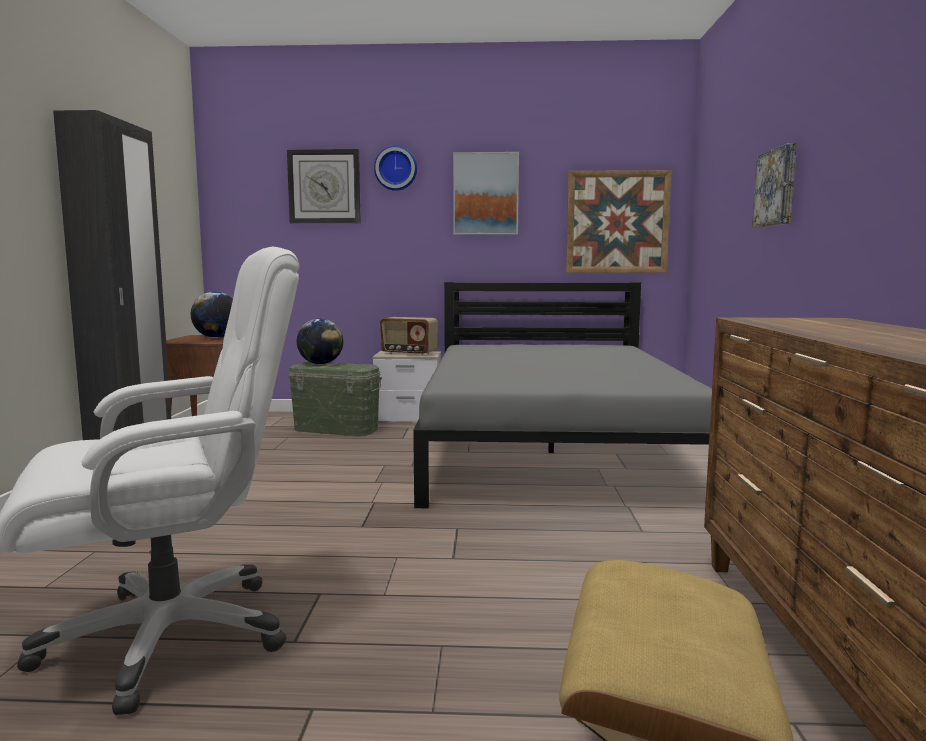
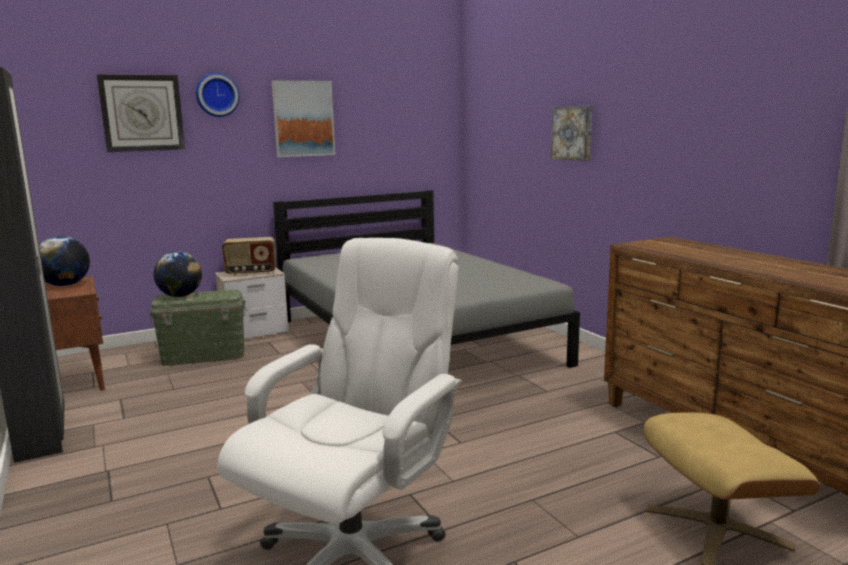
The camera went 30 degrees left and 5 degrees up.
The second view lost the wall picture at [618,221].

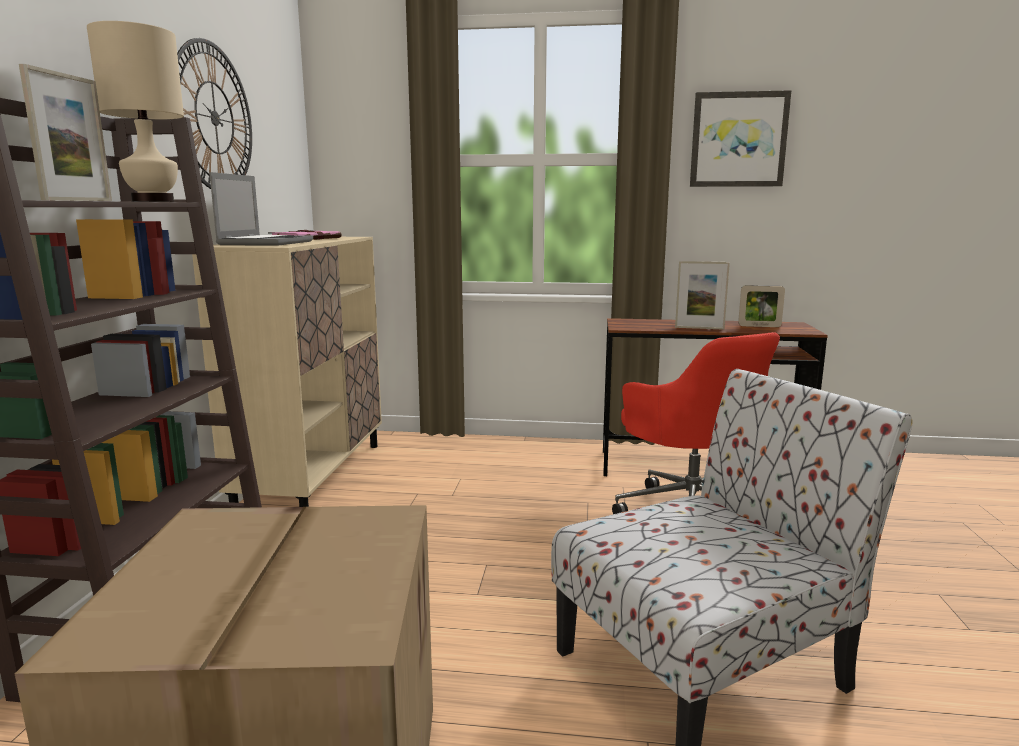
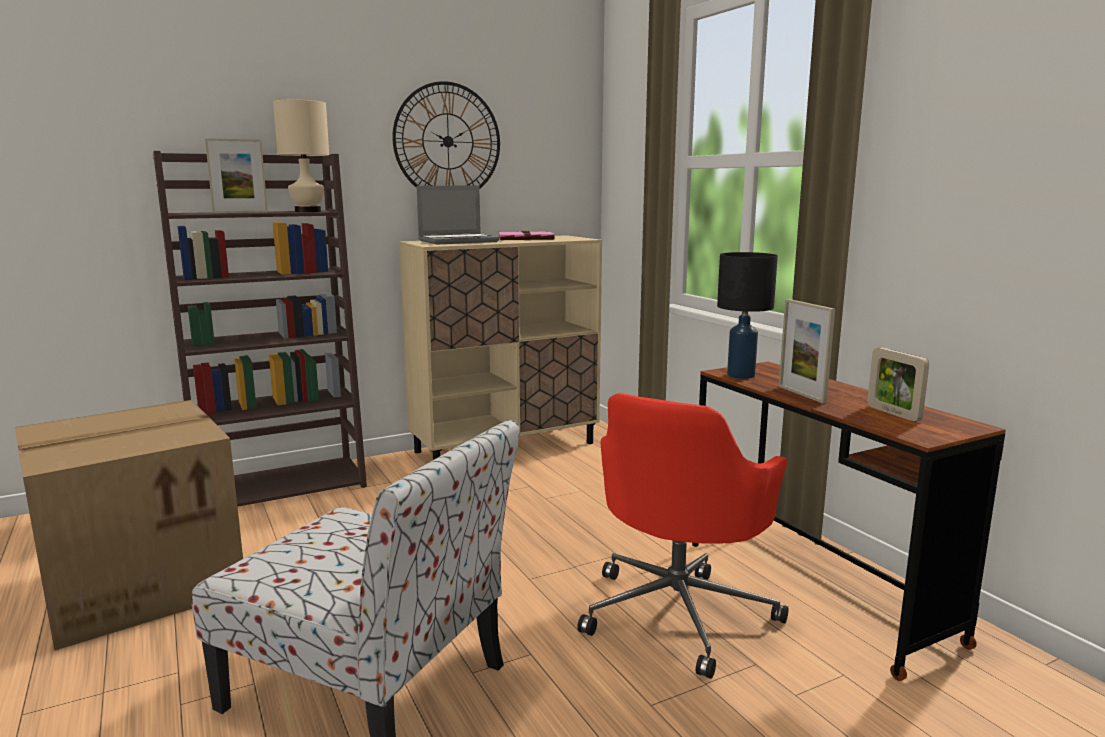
The camera went 55 degrees right and 0 degrees up.
The second view lost the wall picture at [740,138].
The second view gained the blackish table lamp at [747,315].

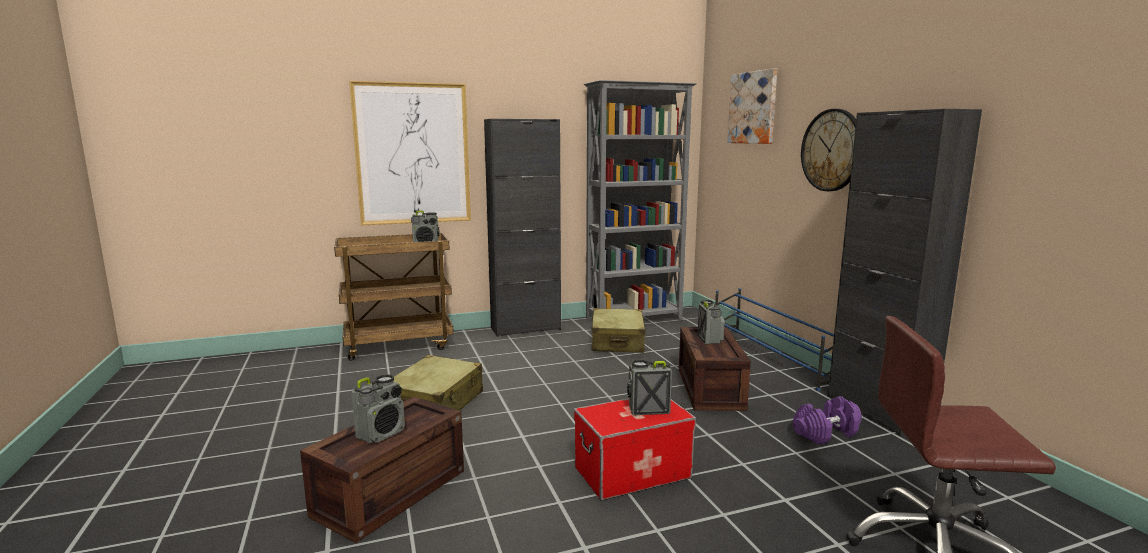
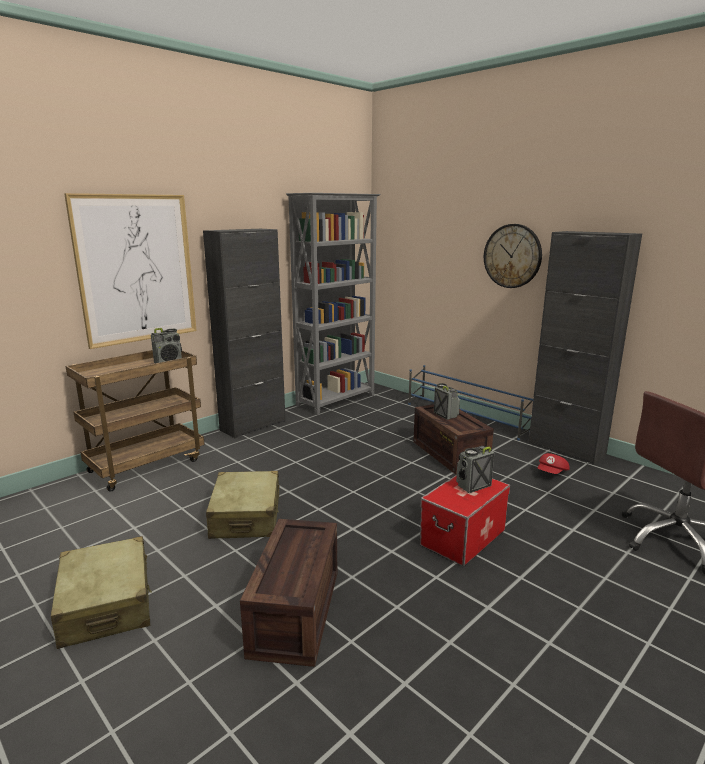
The camera went 25 degrees left and 5 degrees up.
The second view lost the radio at [378,408].
The beige-coloured piece of luggage ended up elsewhere, having gone from [619,330] to [101,592].
The second view lost the wall picture at [752,106].
Where the purplish dumbbell stood at [827,420], the red baseball cap came to stand at [553,463].

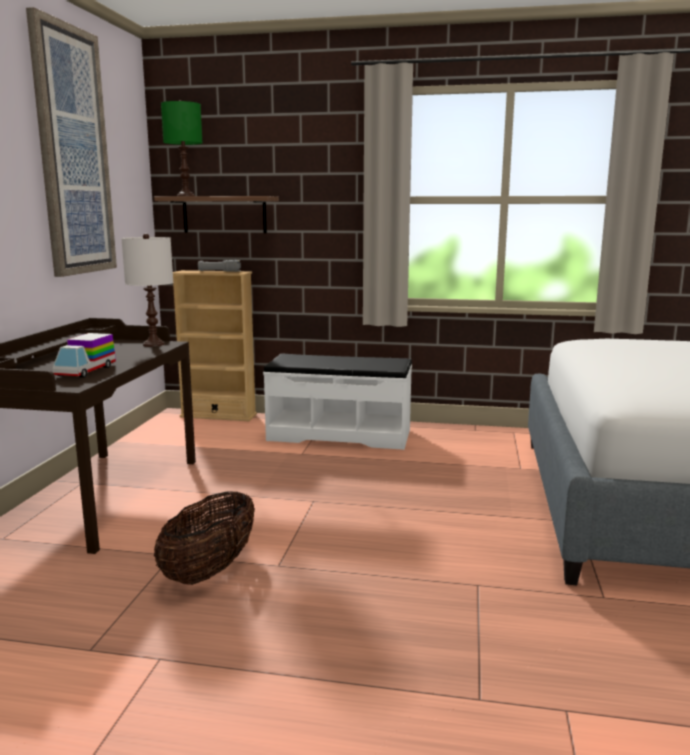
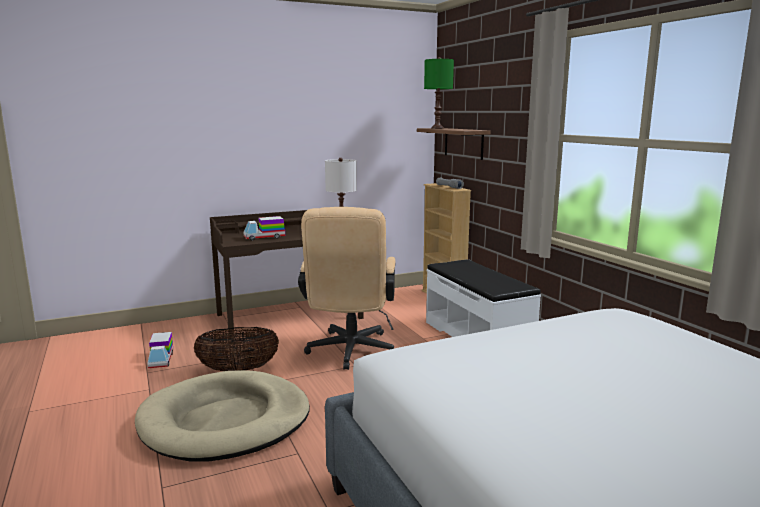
The camera went 55 degrees right and 0 degrees up.
The second view lost the wall picture at [71,142].
The second view gained the beige-coloured dog bed at [222,416].
The second view gained the toy truck at [160,350].
The second view gained the beige-coloured desk chair at [347,288].

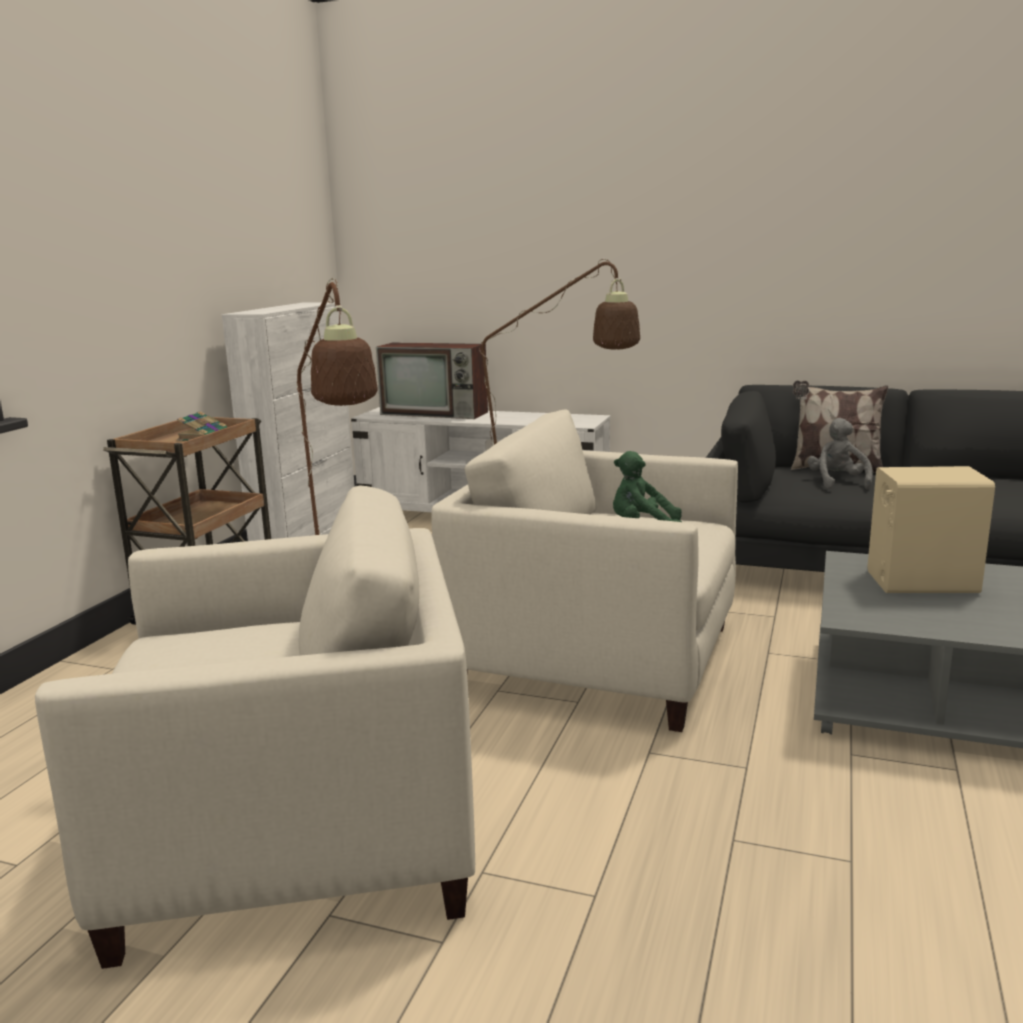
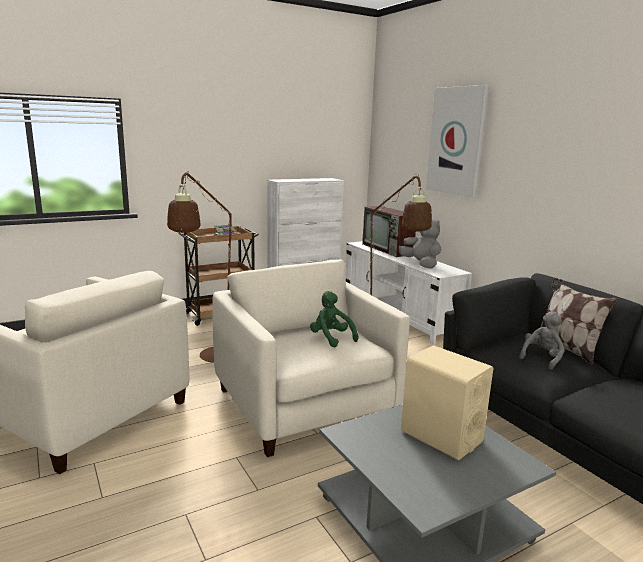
The camera went 40 degrees right and 0 degrees up.
The second view gained the grey soft toy at [420,243].
The second view gained the wall picture at [457,141].

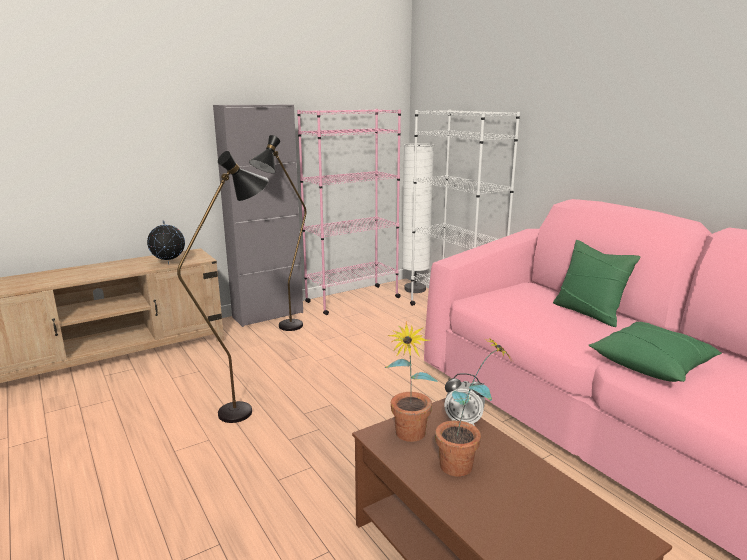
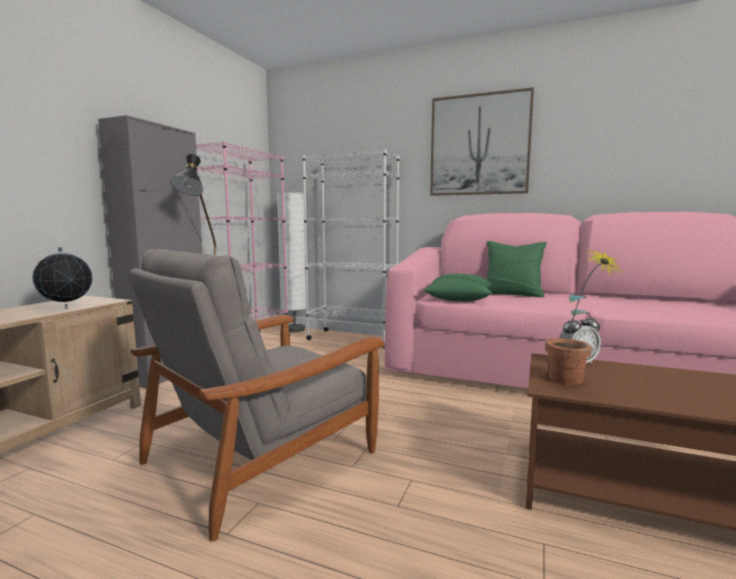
The camera went 35 degrees left and 10 degrees down.
Where the blackish standard lamp stood at [222,287], the grey easy chair came to stand at [257,395].
The second view lost the potted plant at [473,407].
The green-coloured pillow ended up elsewhere, having gone from [655,352] to [458,287].
The second view gained the wall picture at [482,141].

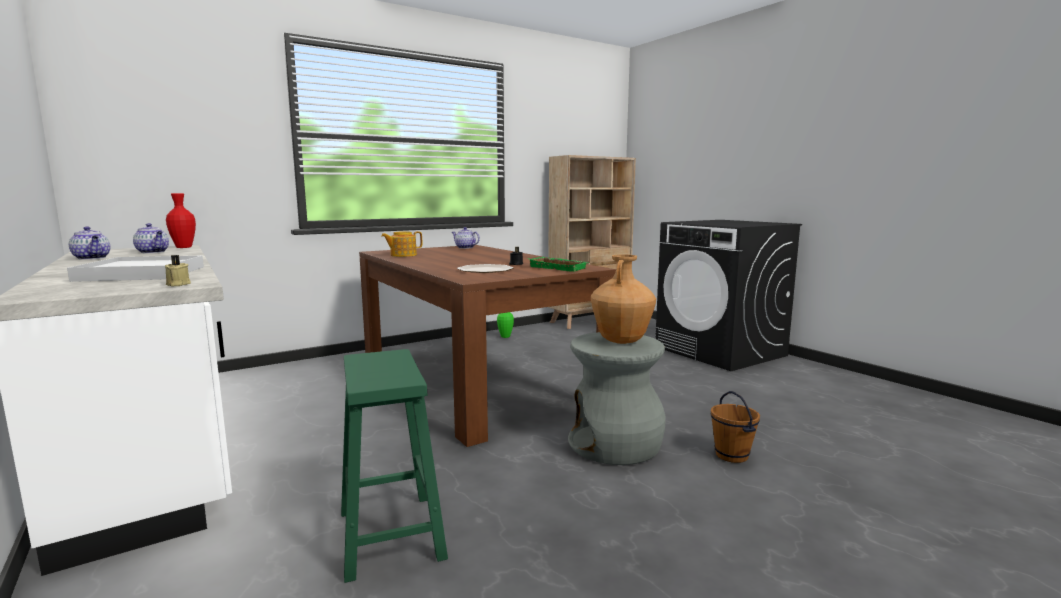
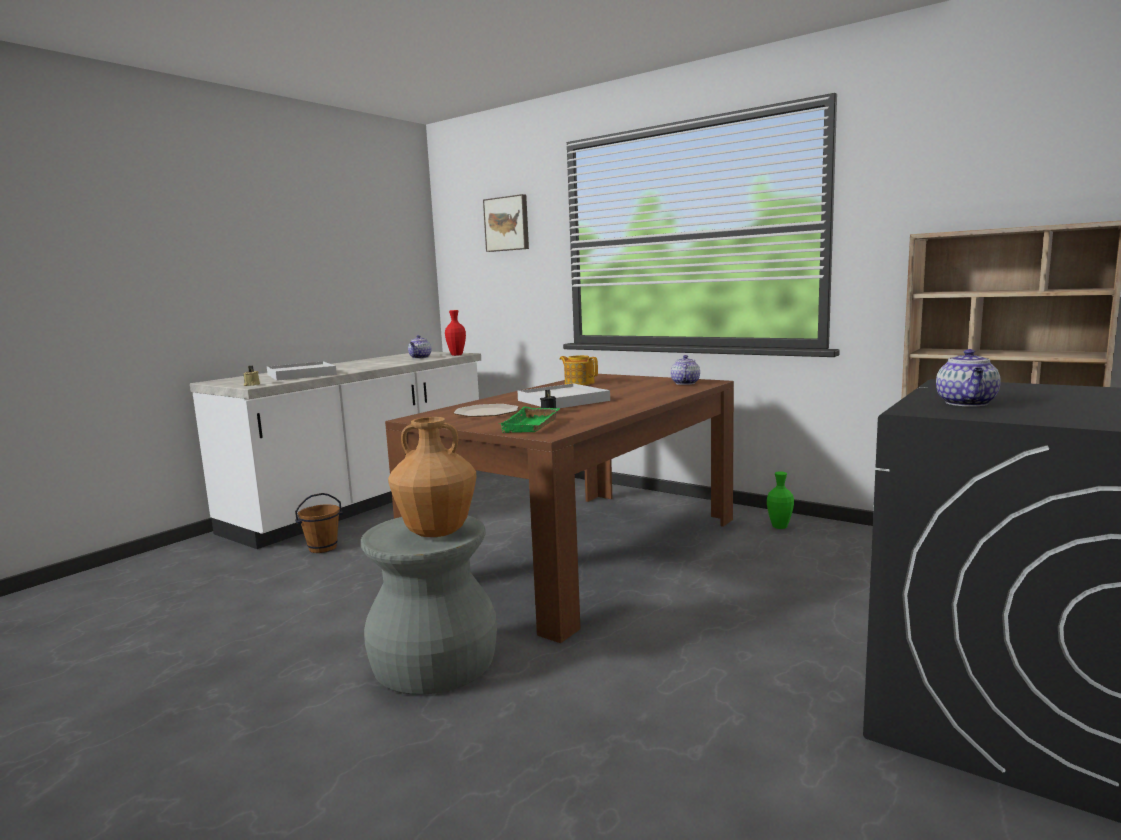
The camera went 70 degrees right and 0 degrees up.
The teapot ended up elsewhere, having gone from [89,243] to [968,378].
The second view lost the green-coloured stool seat at [394,466].
The brown water bucket ended up elsewhere, having gone from [735,427] to [319,523].
The second view gained the wall picture at [506,223].
The second view gained the white-coloured tray at [564,395].

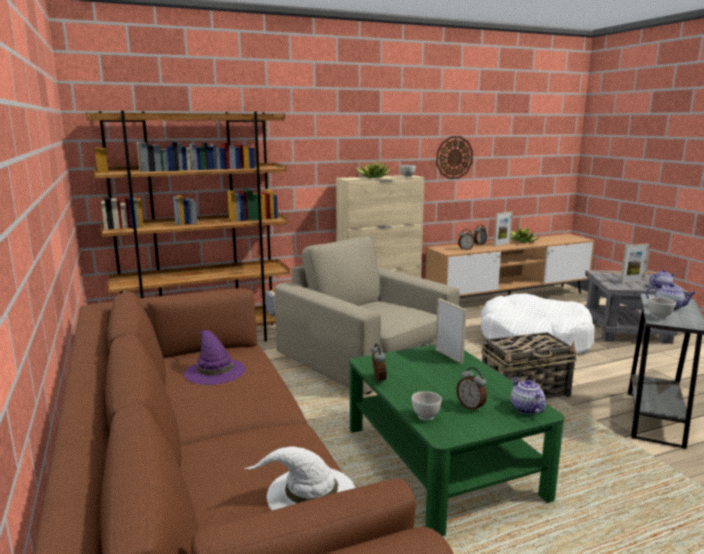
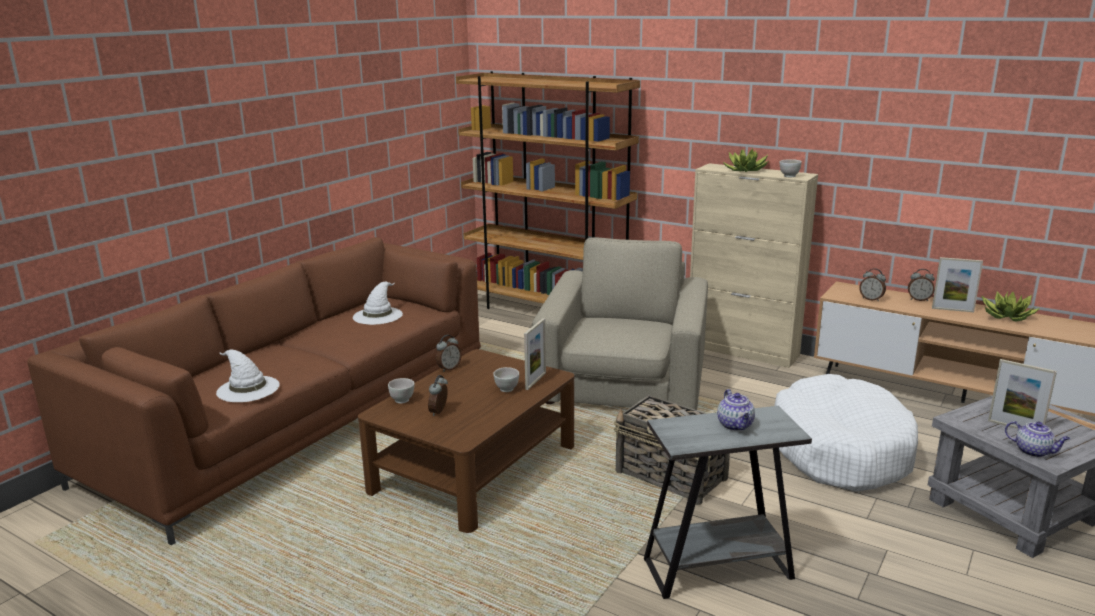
The camera went 55 degrees right and 5 degrees up.
What was the purplish clothing hat at [215,357] turned into the white-coloured clothing hat at [378,303].
What was the green-coloured lounge table at [457,440] turned into the brown lounge table at [466,441].
The second view lost the hanging clock at [454,157].
The second view lost the teapot at [528,395].
The white-coloured deep dish ended up elsewhere, having gone from [662,308] to [506,379].

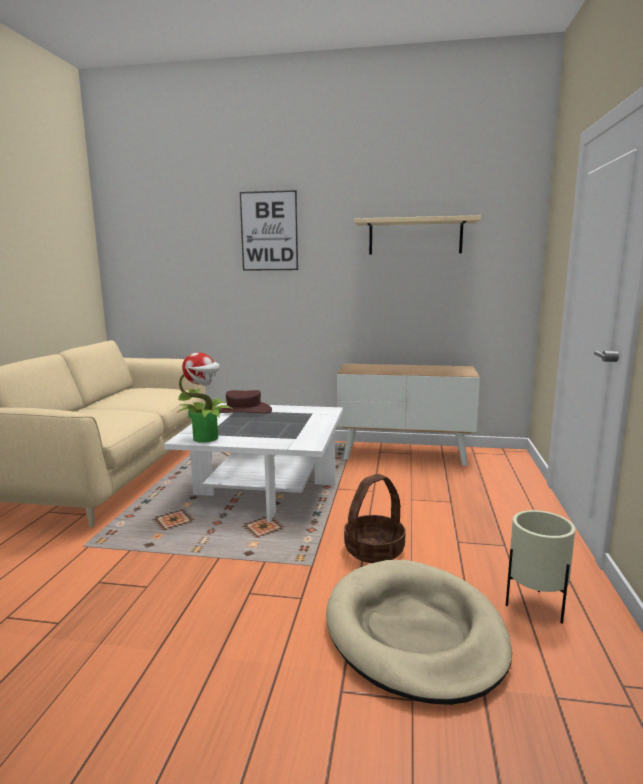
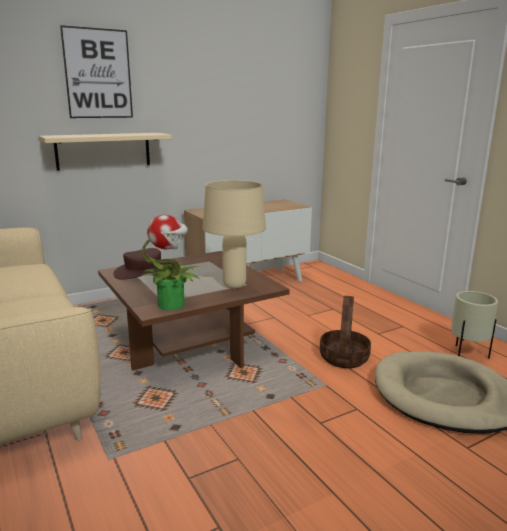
The camera went 40 degrees left and 5 degrees up.
What was the white-coloured lounge table at [253,462] turned into the brown lounge table at [194,311].
The beige-coloured shelf ended up elsewhere, having gone from [417,234] to [105,152].
The second view gained the beige-coloured table lamp at [234,234].

